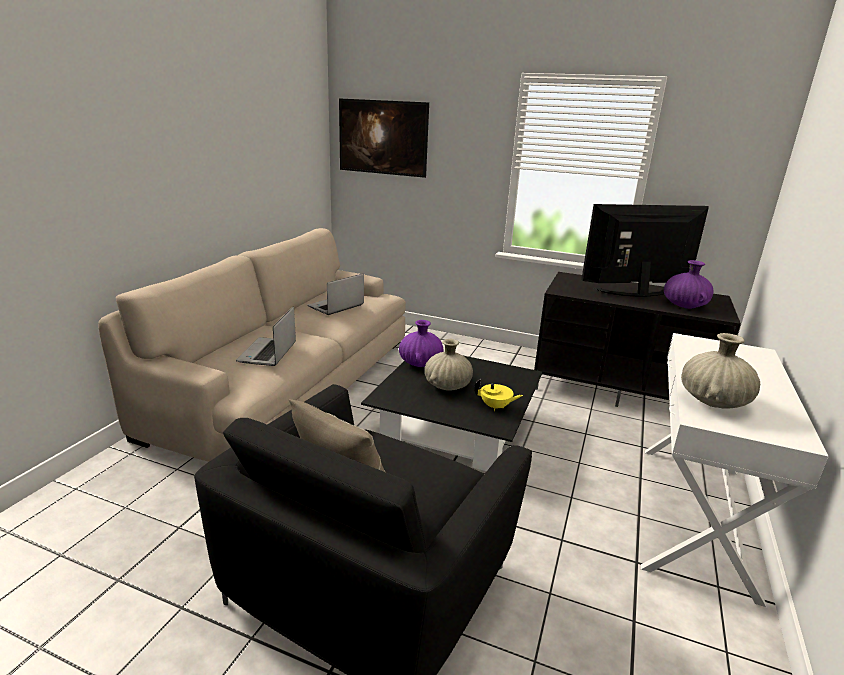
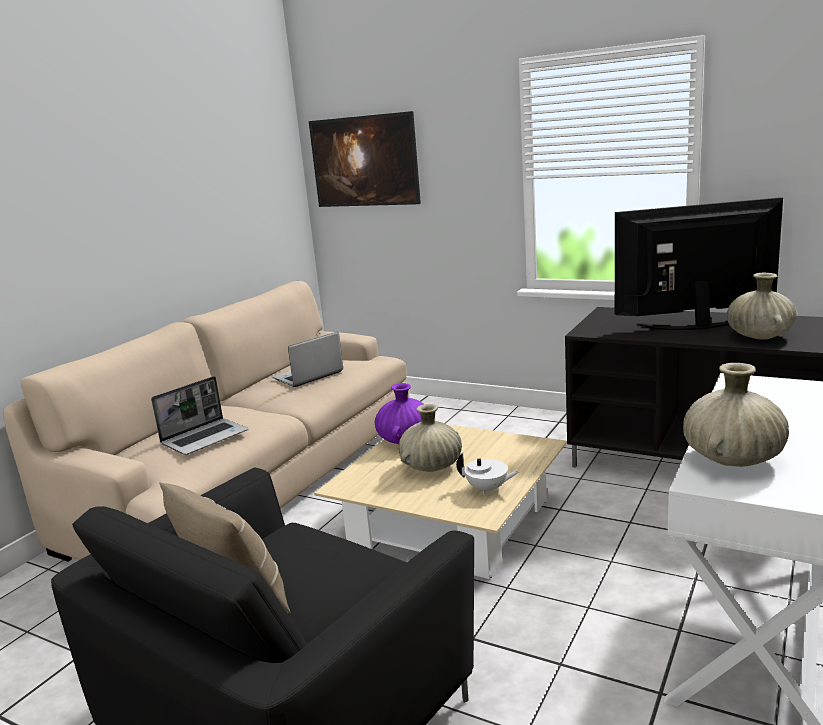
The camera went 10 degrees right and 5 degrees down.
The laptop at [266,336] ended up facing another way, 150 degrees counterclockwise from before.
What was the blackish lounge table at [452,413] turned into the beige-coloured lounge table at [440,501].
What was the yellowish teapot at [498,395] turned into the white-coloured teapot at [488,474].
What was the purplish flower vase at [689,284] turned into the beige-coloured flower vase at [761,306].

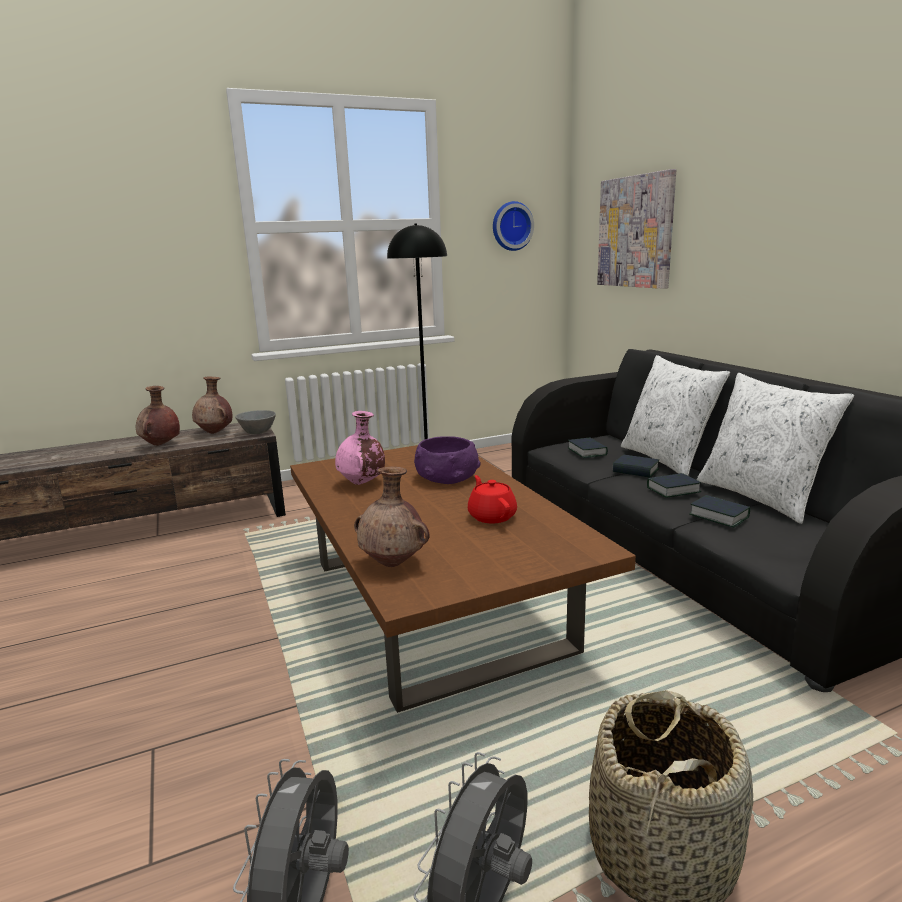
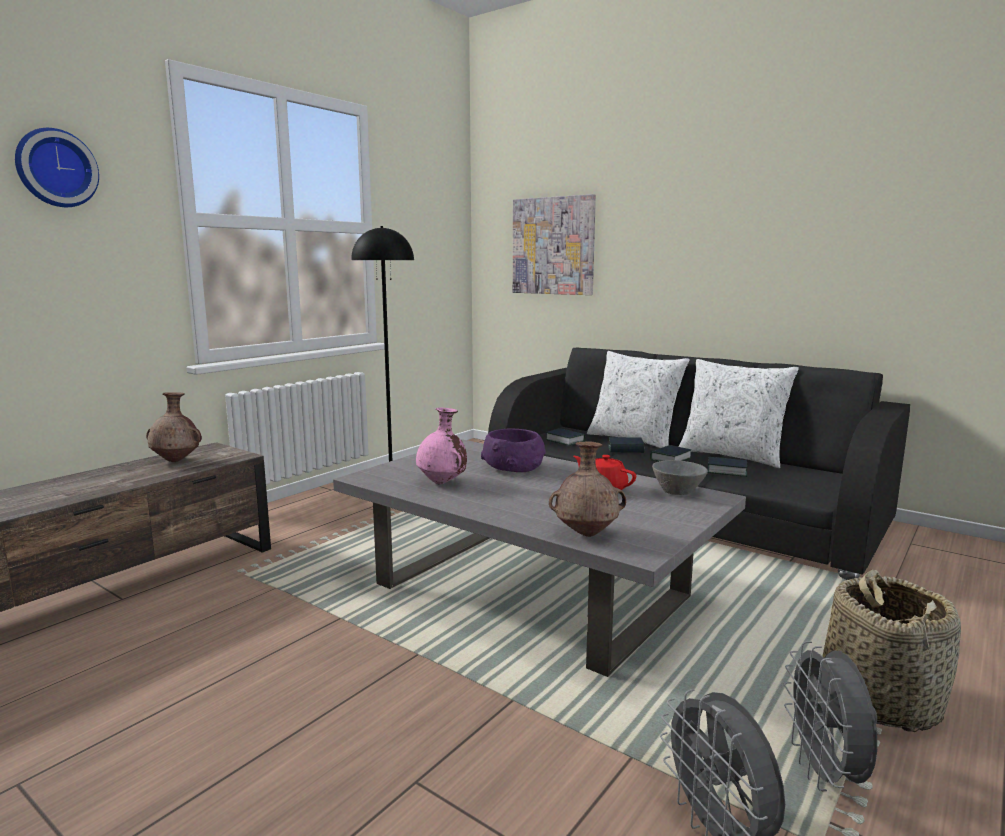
The camera went 30 degrees left and 5 degrees down.
The second view lost the brown flower vase at [158,416].
The grey deep dish ended up elsewhere, having gone from [255,422] to [680,477].
What was the brown lounge table at [463,579] turned into the grey lounge table at [539,558].
The hanging clock ended up elsewhere, having gone from [513,226] to [57,167].

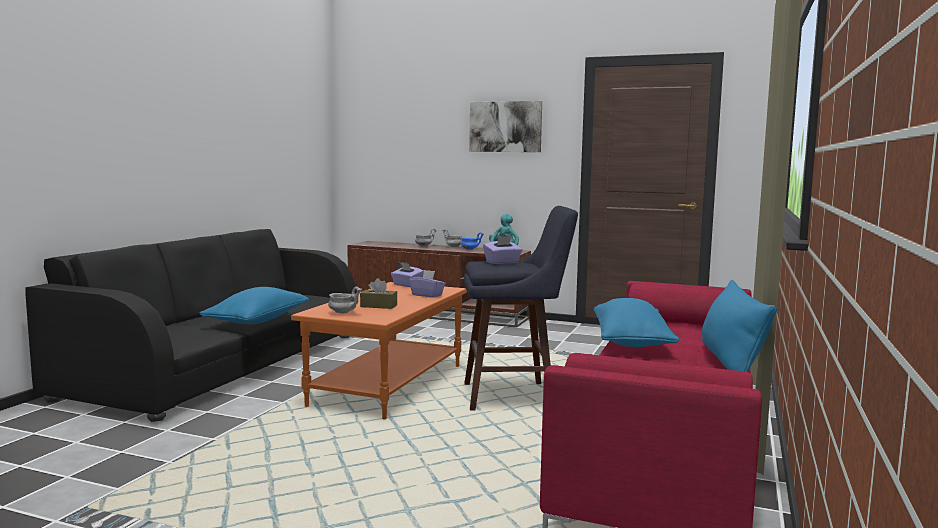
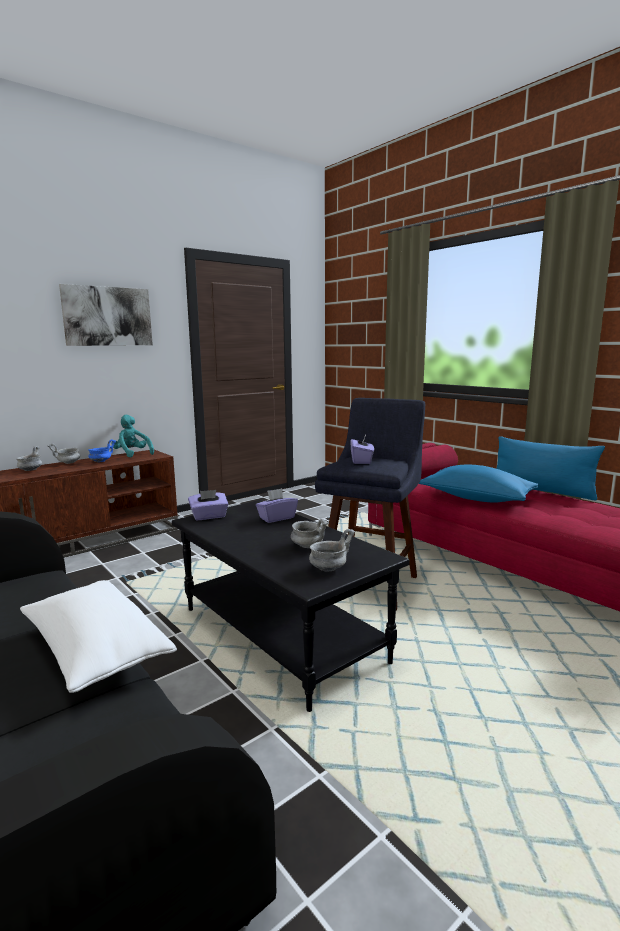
The camera went 60 degrees left and 5 degrees up.
What was the bluish pillow at [254,305] turned into the white-coloured pillow at [98,636].
What was the orangey lounge table at [379,350] turned into the blackish lounge table at [291,606].
Where the brown box of tissues stood at [378,293], the grey deep dish came to stand at [310,533].

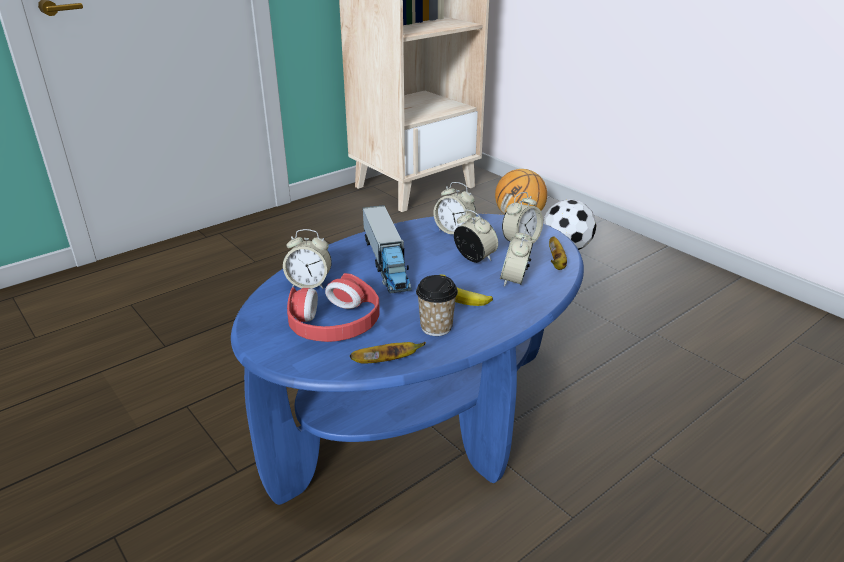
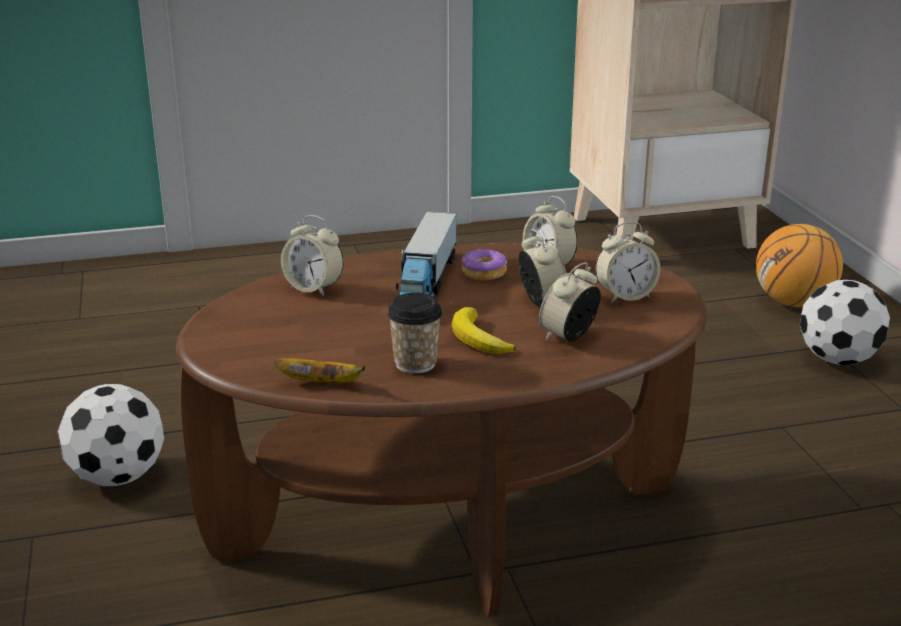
The camera went 25 degrees right and 5 degrees down.
What was the bluish lounge table at [407,359] turned into the brown lounge table at [441,430].
The second view lost the red headphones at [333,307].
The second view lost the banana at [558,253].
The second view gained the football at [110,435].
The second view gained the ring doughnut at [484,264].

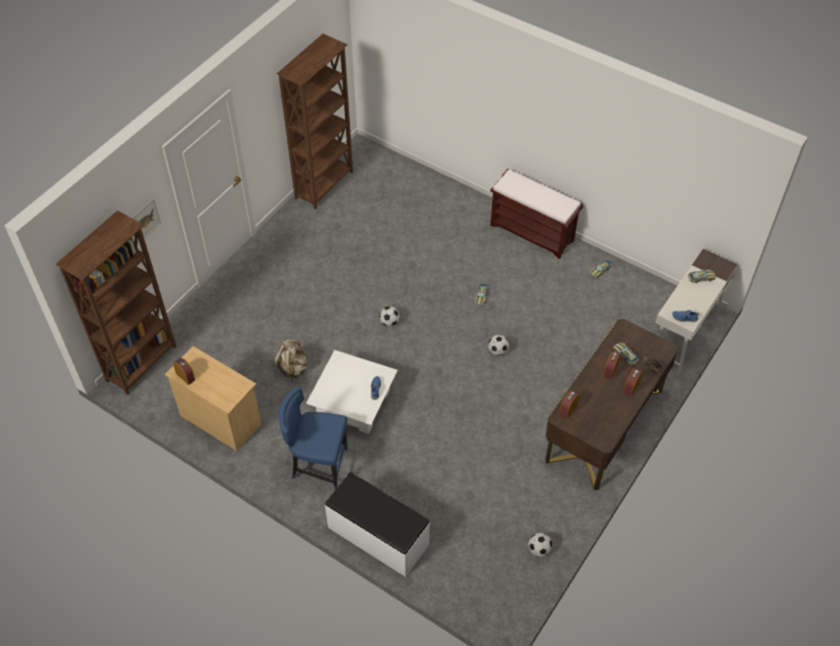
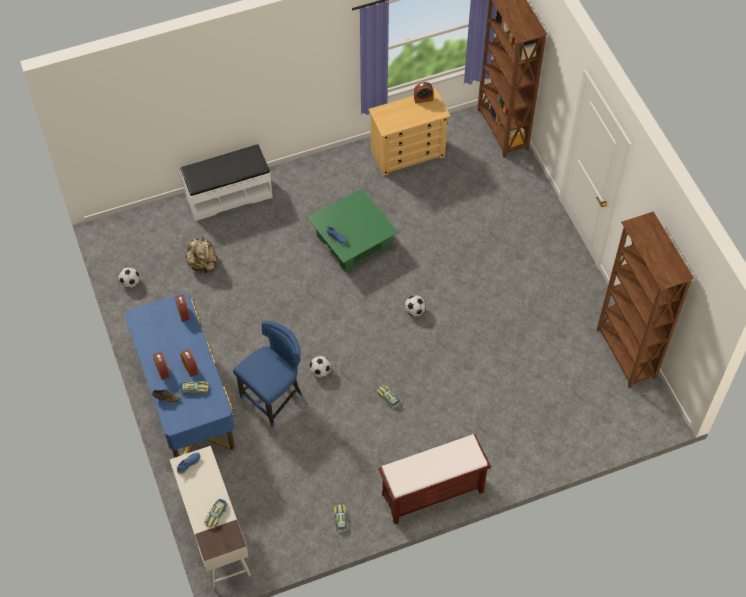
The camera went 125 degrees right and 5 degrees up.
The second view lost the wall picture at [146,222].
The beige-coloured backpack ended up elsewhere, having gone from [290,359] to [201,254].
The bluish upright chair ended up elsewhere, having gone from [312,438] to [267,374].
What was the white-coloured lounge table at [352,392] turned into the green-coloured lounge table at [353,230].
What was the brown desk unit at [612,404] turned into the bluish desk unit at [179,375].

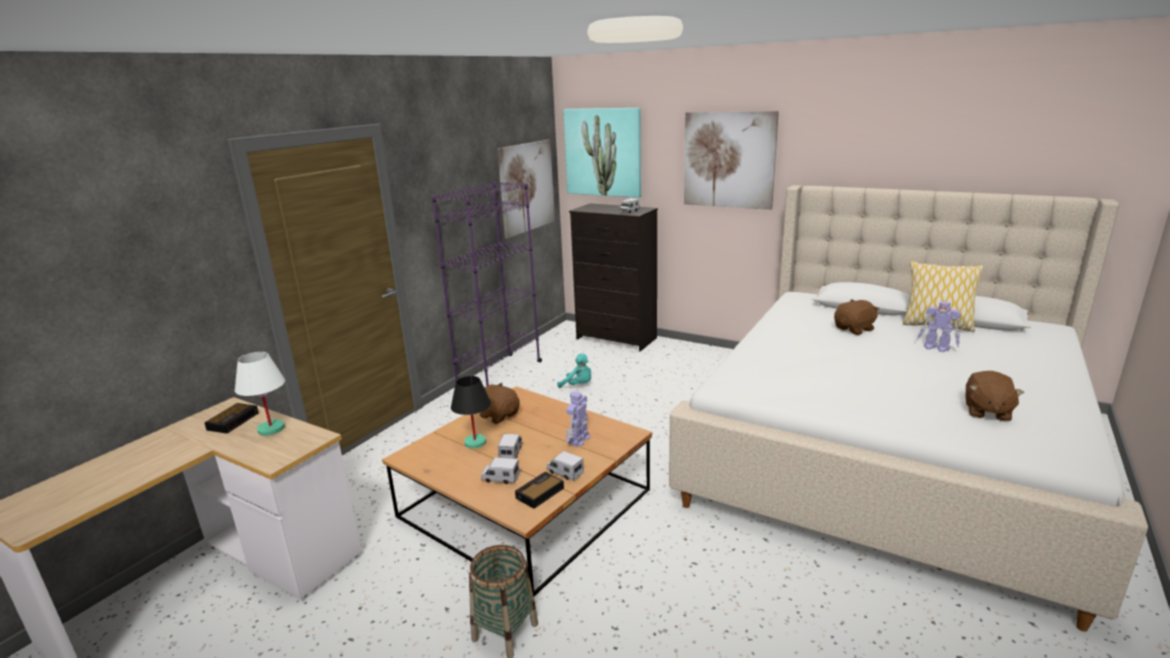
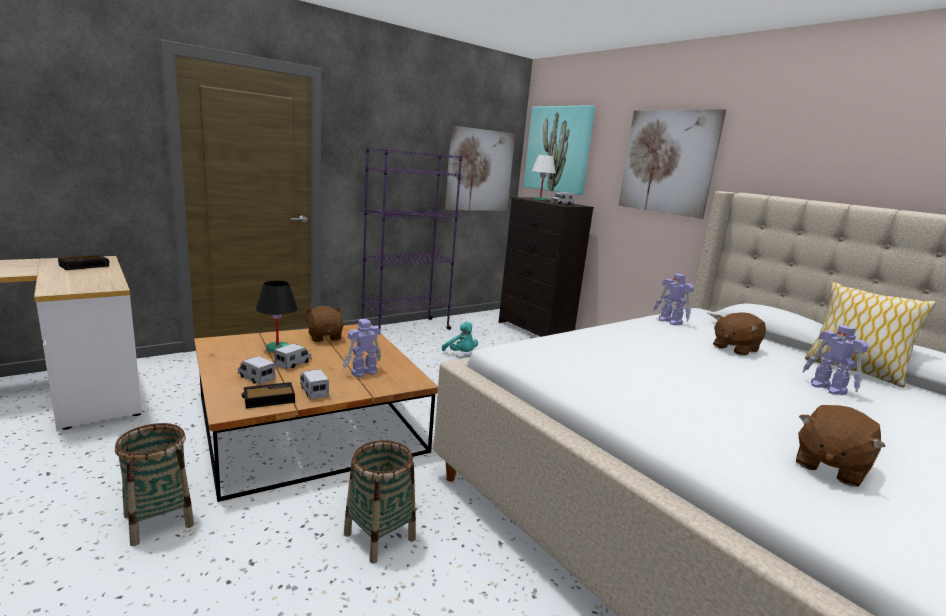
The camera went 20 degrees right and 5 degrees down.
The white-coloured table lamp ended up elsewhere, having gone from [260,394] to [544,177].
The brown soft toy at [857,317] ended up facing another way, 150 degrees clockwise from before.
The second view gained the household basket at [380,502].
The second view gained the model robot at [673,299].

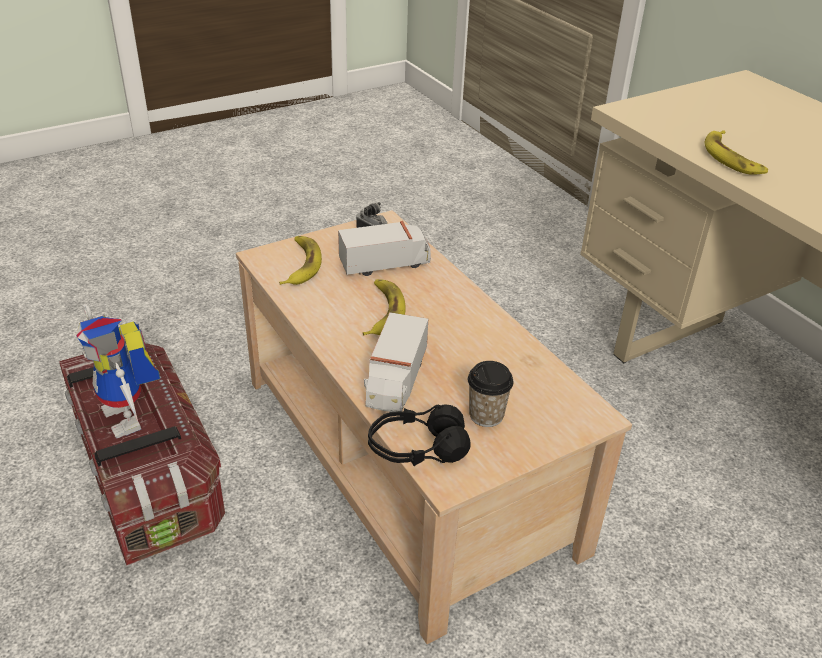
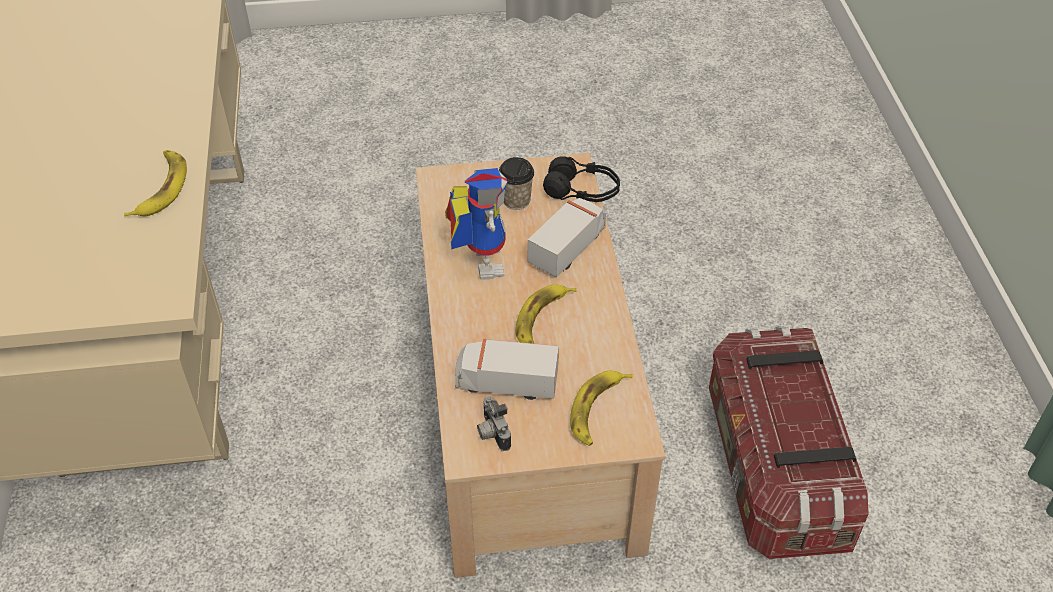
The camera went 155 degrees left and 10 degrees up.
The model robot ended up elsewhere, having gone from [118,371] to [476,224].

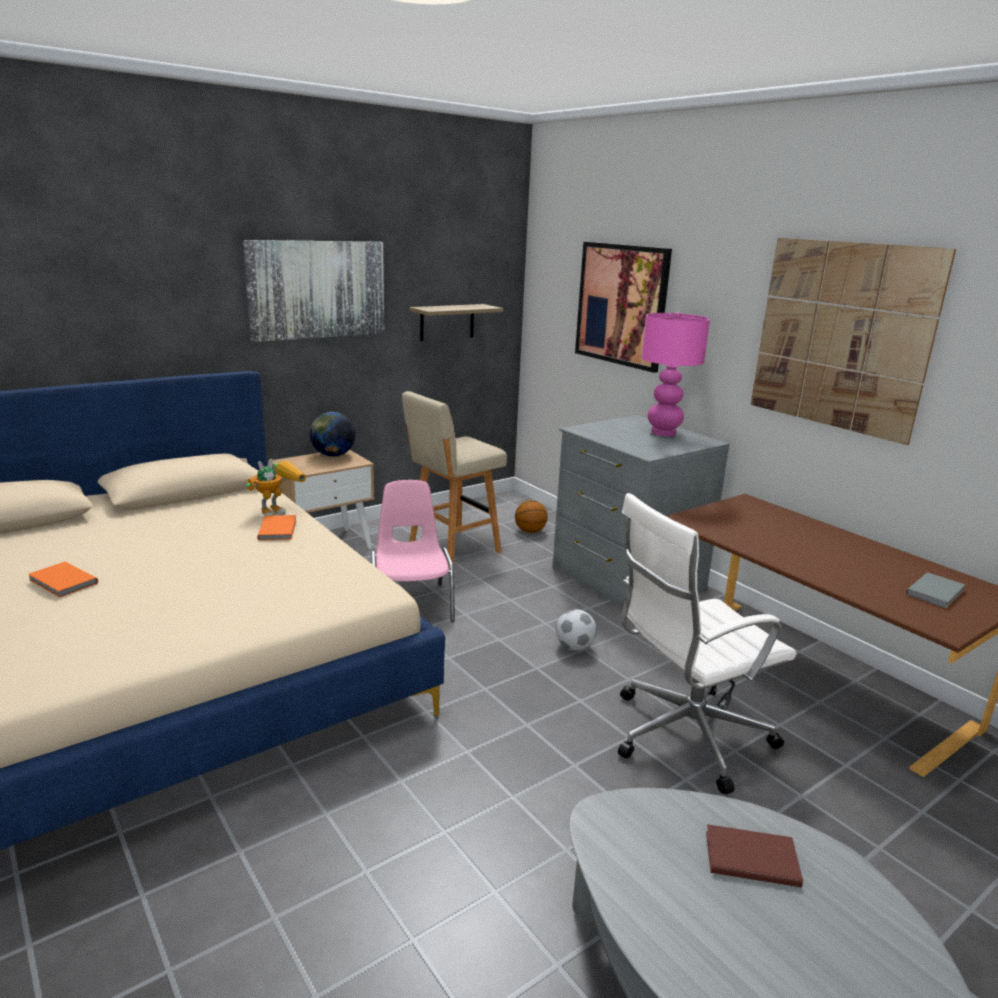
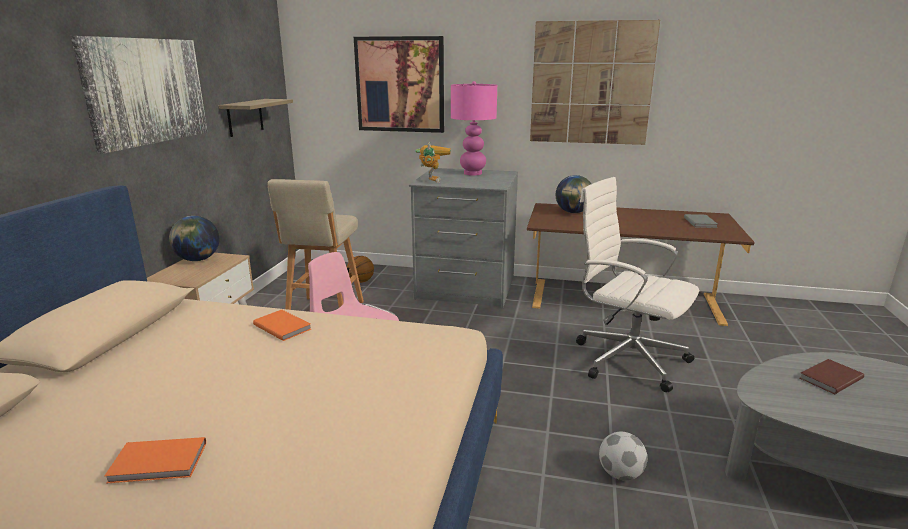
The camera went 40 degrees left and 0 degrees up.
The model robot ended up elsewhere, having gone from [276,488] to [433,162].
The football ended up elsewhere, having gone from [576,630] to [623,456].
The white-coloured desk chair at [707,644] ended up facing another way, 105 degrees clockwise from before.
The second view gained the globe at [573,194].

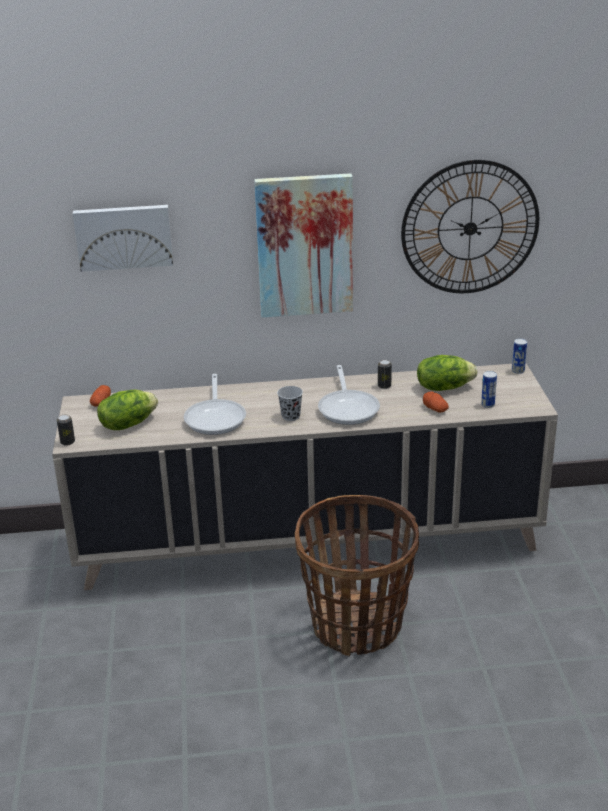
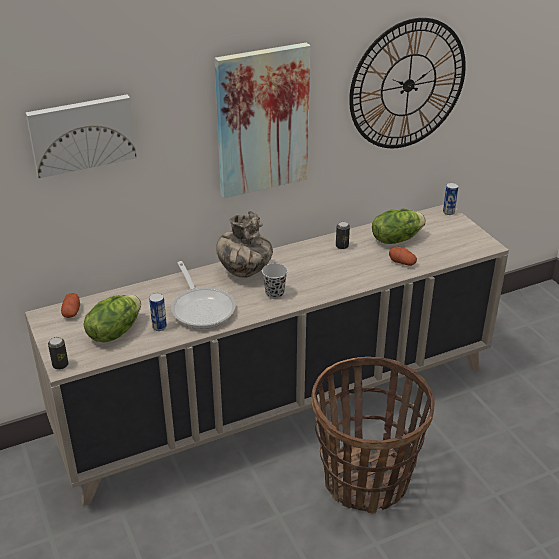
The camera went 20 degrees left and 5 degrees up.
The second view lost the pan at [349,395].
The metal can ended up elsewhere, having gone from [489,389] to [158,312].
The second view gained the flower vase at [244,244].

